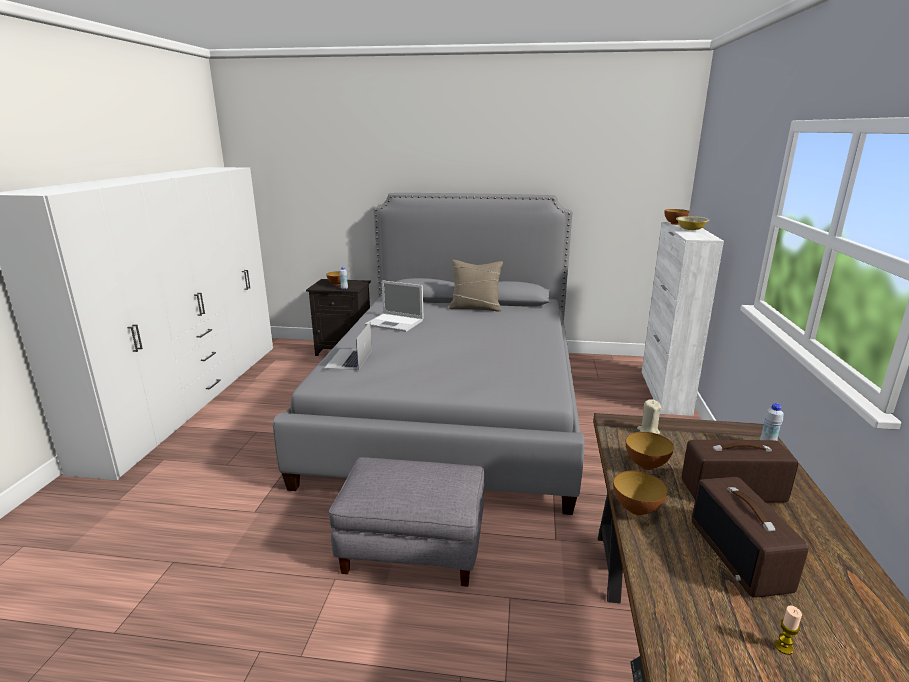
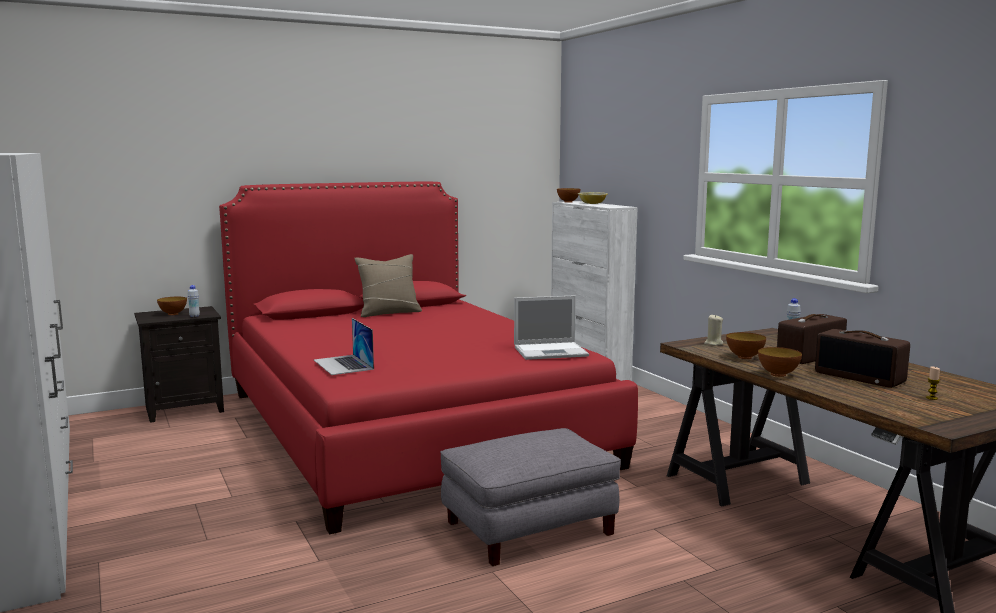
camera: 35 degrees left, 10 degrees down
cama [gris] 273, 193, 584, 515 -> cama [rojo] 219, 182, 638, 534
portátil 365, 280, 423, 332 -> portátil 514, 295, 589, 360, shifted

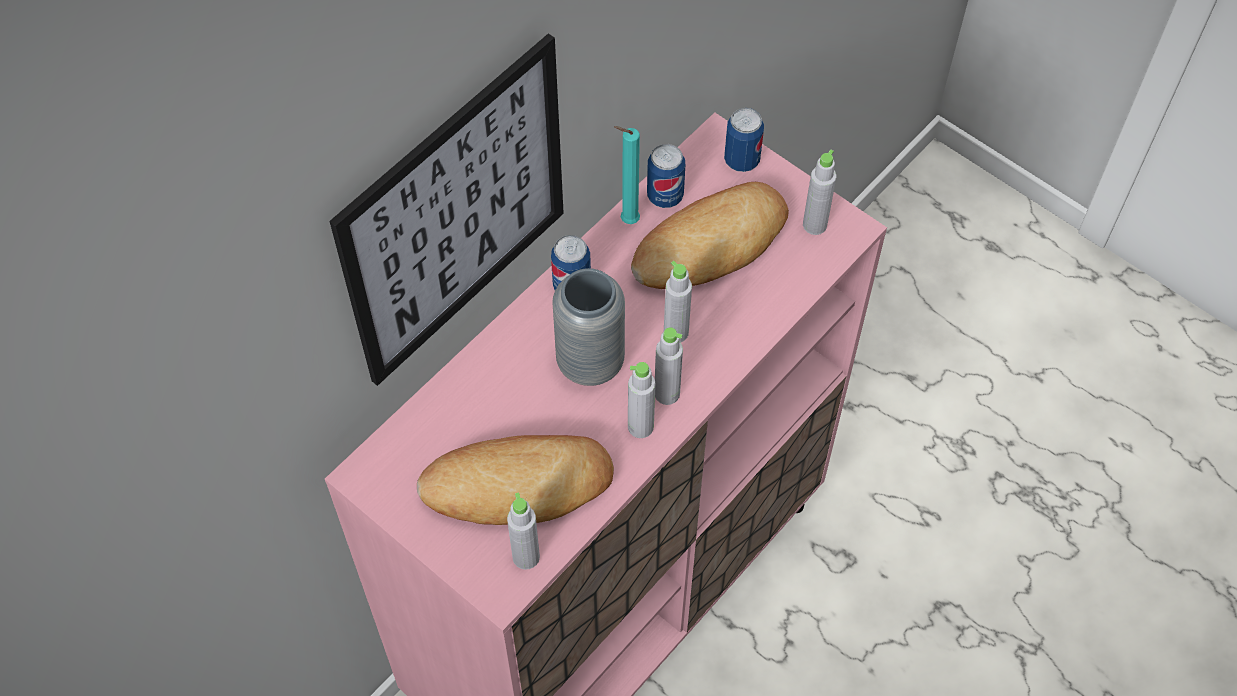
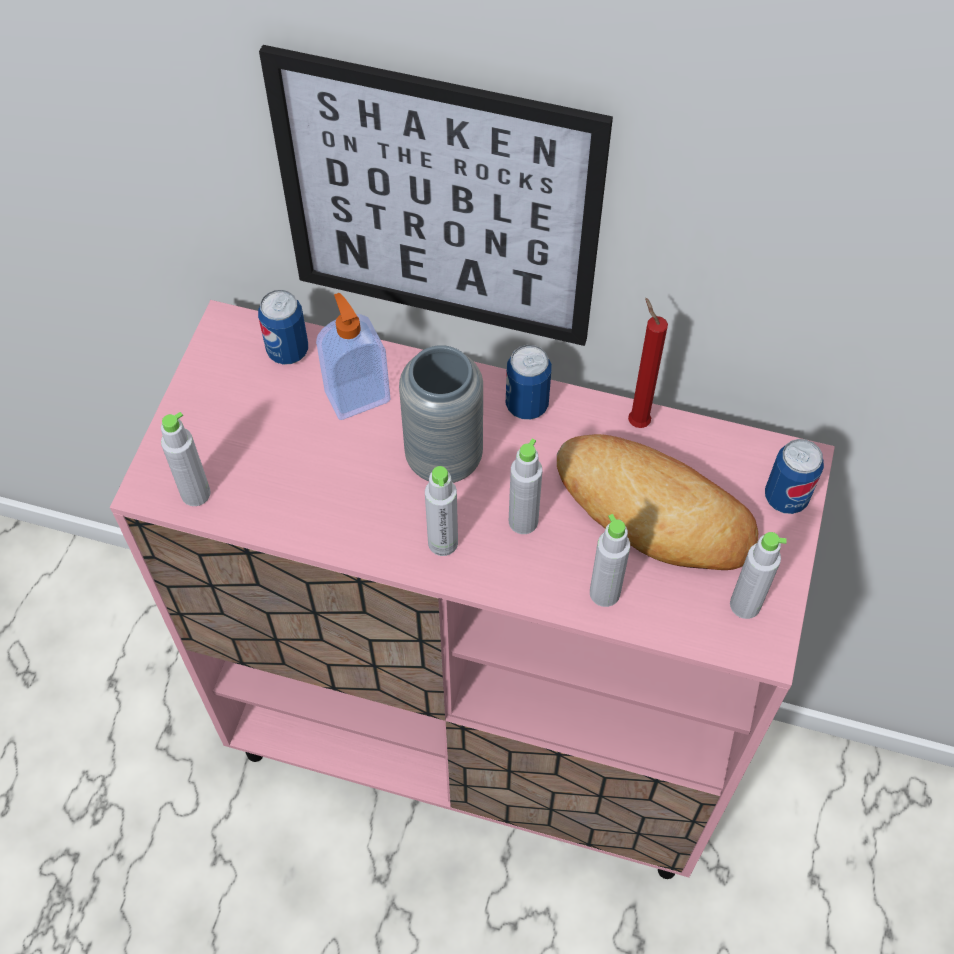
camera: 65 degrees right, 0 degrees up
pan 417, 435, 614, 525 -> none
vela [turquesa] 614, 126, 640, 224 -> vela [rojo] 628, 297, 668, 428
botella [gris] 628, 362, 656, 438 -> botella [gris] 590, 514, 630, 607, shifted
lata 647, 144, 685, 208 -> lata 258, 290, 308, 365, shifted
none -> dispensador de jabón 316, 293, 390, 420

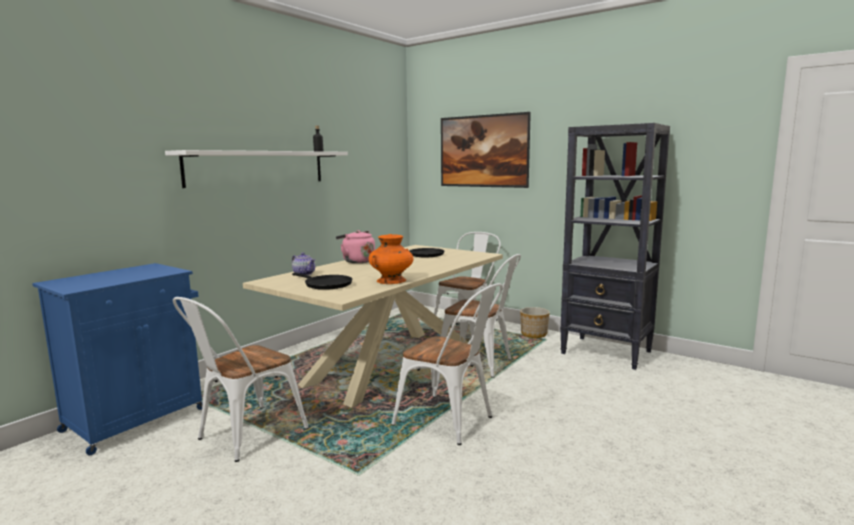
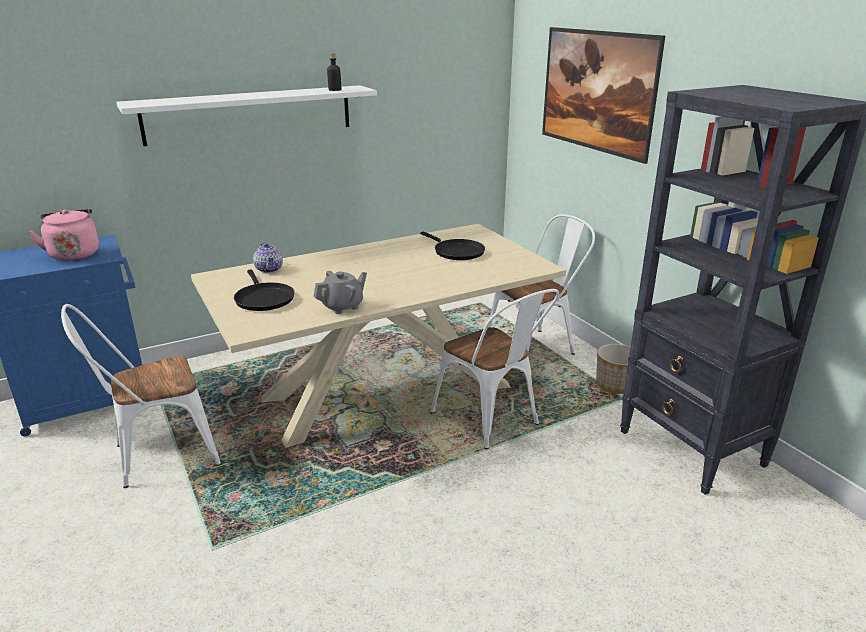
camera: 25 degrees right, 15 degrees up
hervidor [rosa] 336, 230, 375, 263 -> hervidor [rosa] 28, 209, 99, 261, shifted
florero [naranja] 369, 234, 414, 284 -> tetera [gris] 313, 271, 367, 314
silla [blanco] 391, 283, 503, 445 -> none

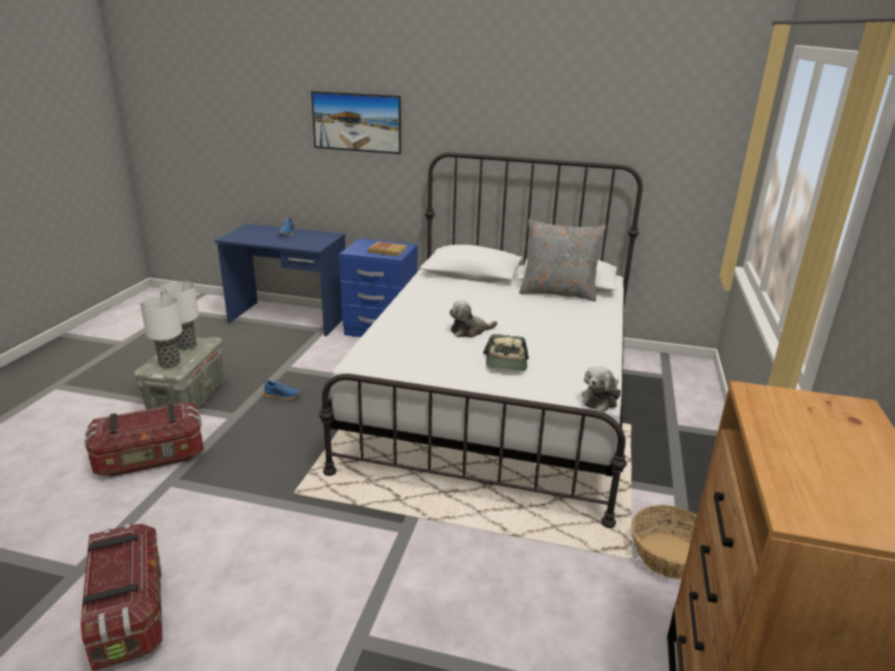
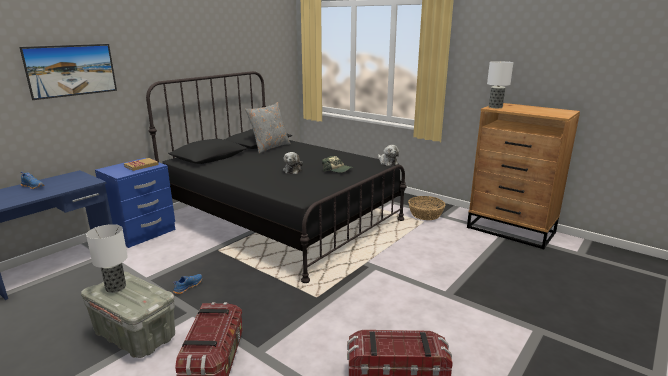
camera: 65 degrees left, 5 degrees down
lámpara de mesa 140, 296, 182, 368 -> lámpara de mesa 487, 61, 514, 108, shifted
cama [blanco] 319, 152, 643, 528 -> cama [negro] 146, 71, 407, 283

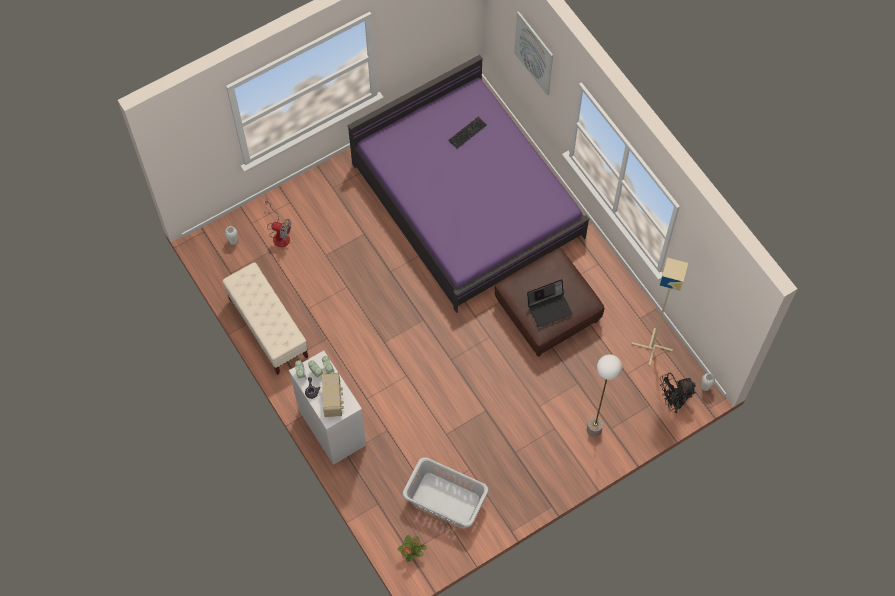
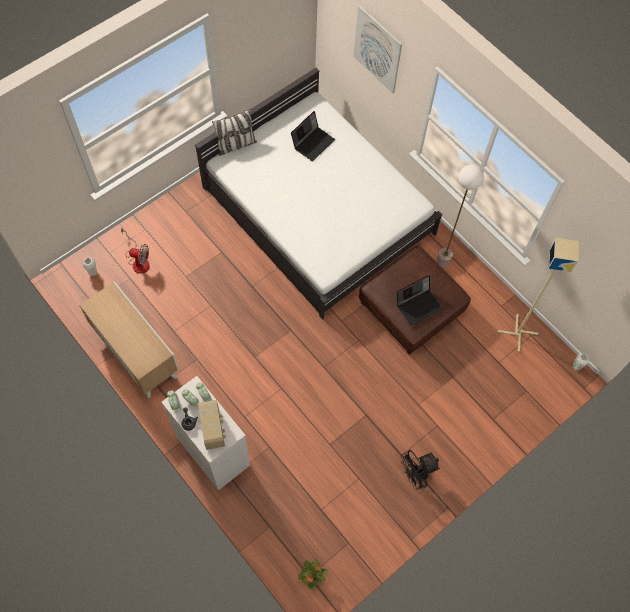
camera: 10 degrees left, 0 degrees up
banco [beis] 222, 263, 308, 375 -> armario 79, 282, 179, 398
cama [morado] 347, 55, 589, 313 -> cama [blanco] 195, 68, 443, 320
cesto de la ropa [gris] 402, 457, 489, 527 -> none
teclado 448, 117, 487, 149 -> portátil 291, 111, 335, 161
lámpara de pie 587, 354, 622, 437 -> lámpara de pie 436, 164, 484, 267, shifted
ventilador [negro] 660, 373, 696, 413 -> ventilador [negro] 401, 450, 440, 490, shifted
none -> cojín 212, 109, 257, 156

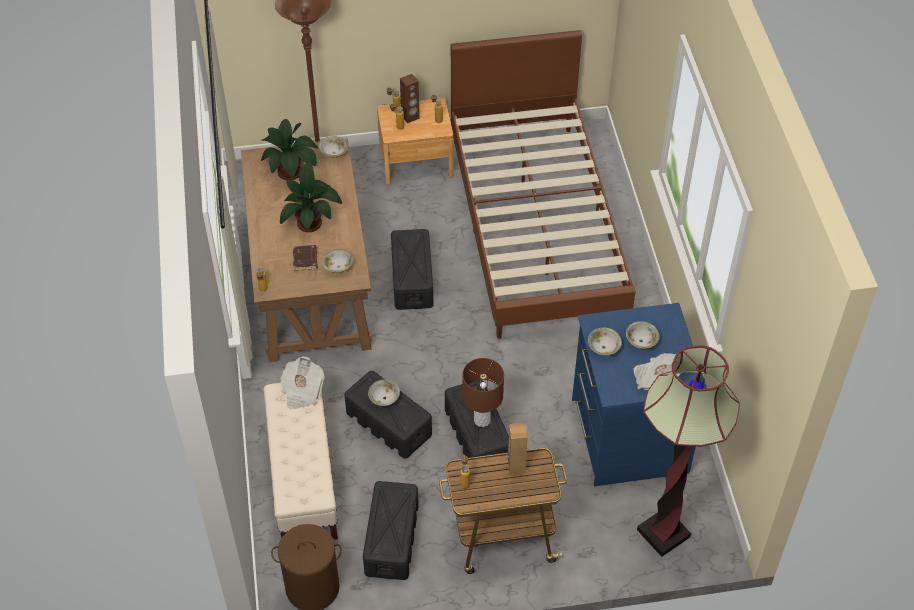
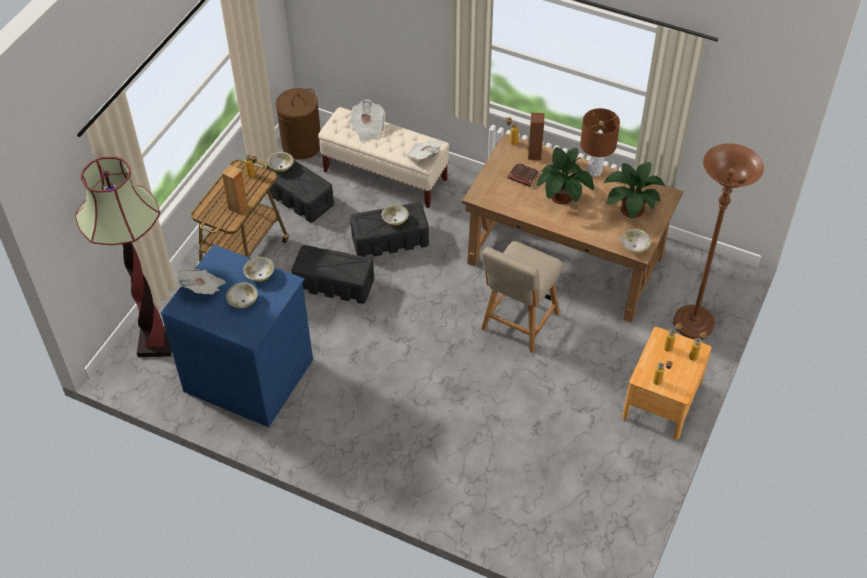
camera: 125 degrees right, 0 degrees up
cuenco 322, 249, 353, 273 -> cuenco 267, 152, 294, 172, shifted
caja de almacenaje [negro] 391, 229, 433, 310 -> silla [beis] 481, 241, 563, 353
altavoz [marrón] 400, 74, 420, 123 -> altavoz [marrón] 528, 113, 545, 160, shifted
cama [marrón] 451, 30, 635, 339 -> none
lámpara de mesa [marrón] 462, 358, 504, 427 -> lámpara de mesa [marrón] 580, 108, 620, 176, shifted
none -> periódico 349, 99, 386, 142

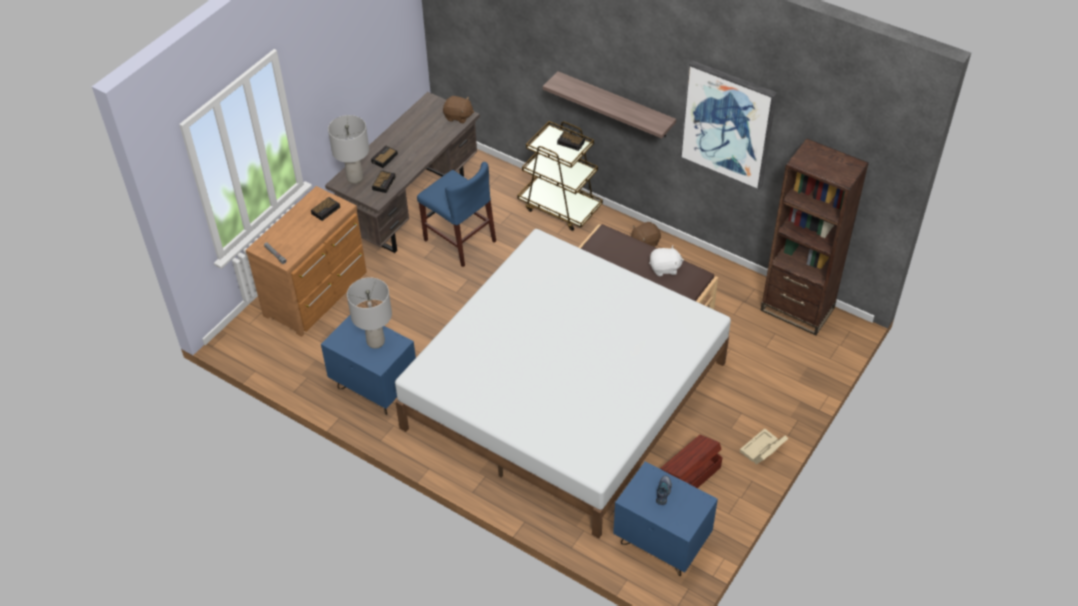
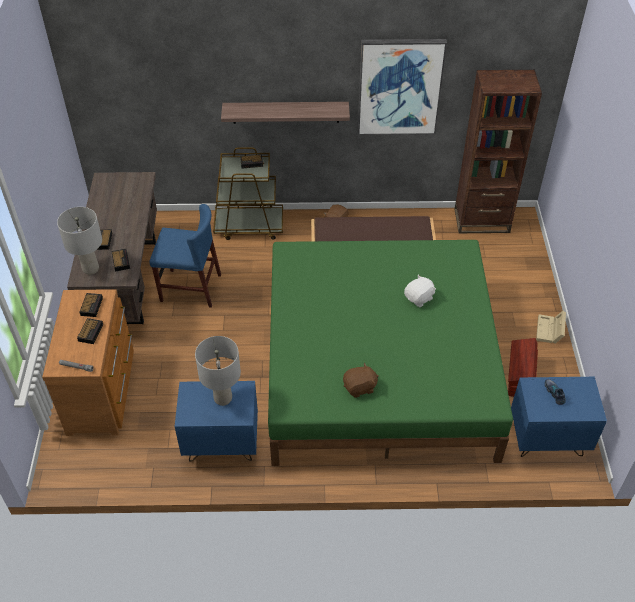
camera: 35 degrees left, 0 degrees up
cama [blanco] 395, 229, 731, 538 -> cama [verde] 268, 240, 513, 466
peluche [marrón] 443, 96, 474, 123 -> peluche [marrón] 343, 362, 379, 398, shifted
peluche [blanco] 649, 246, 684, 276 -> peluche [blanco] 404, 274, 436, 307, shifted
none -> despertador 77, 318, 103, 344

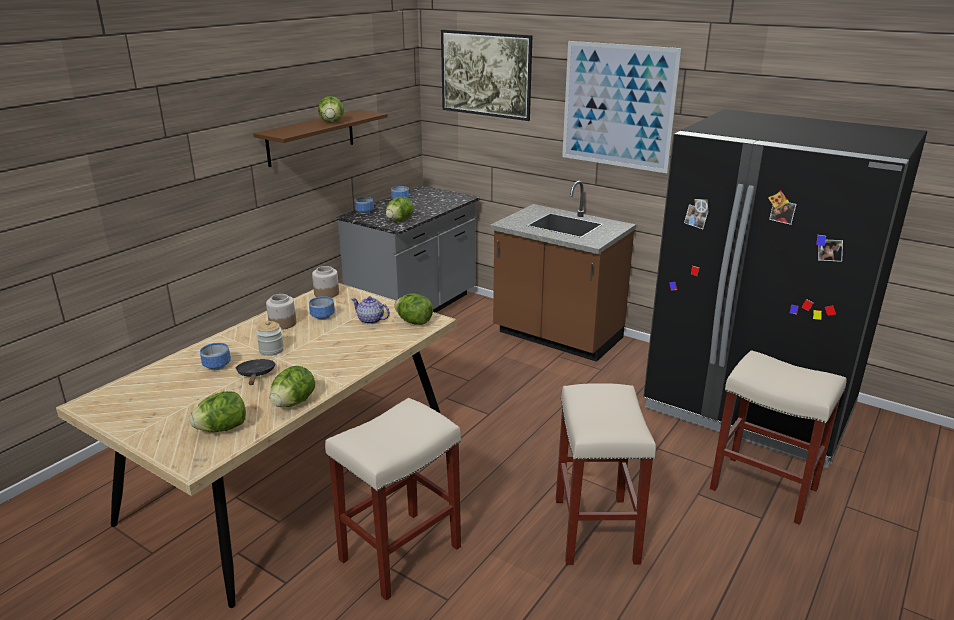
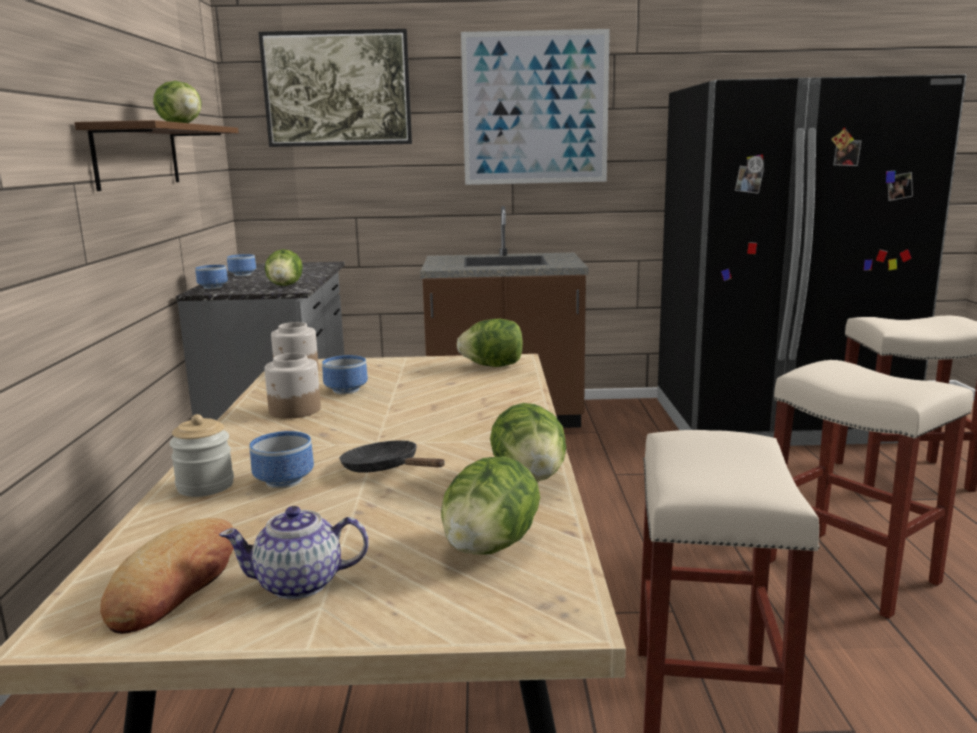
camera: 35 degrees left, 10 degrees down
tarro 256, 320, 284, 356 -> tarro 169, 414, 234, 497, shifted
tetera 351, 296, 390, 324 -> tetera 219, 506, 369, 599, shifted
none -> pan 100, 518, 234, 634

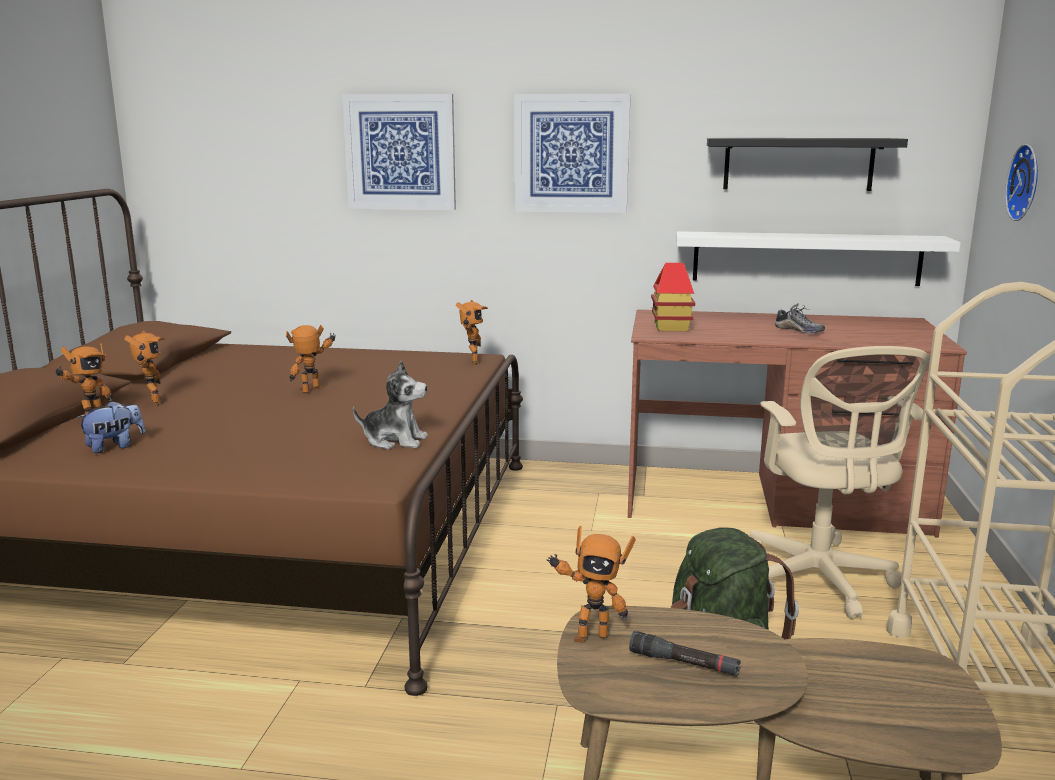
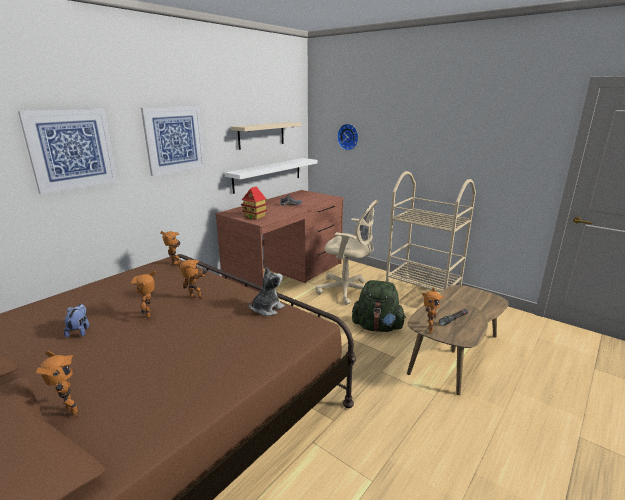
camera: 60 degrees left, 5 degrees up
peluche 76, 401, 145, 453 -> peluche 64, 304, 89, 338, shifted
robot de juguete 124, 331, 165, 407 -> robot de juguete 174, 260, 207, 299, shifted
estante [negro] 707, 138, 908, 191 -> estante [beis] 231, 122, 301, 150

